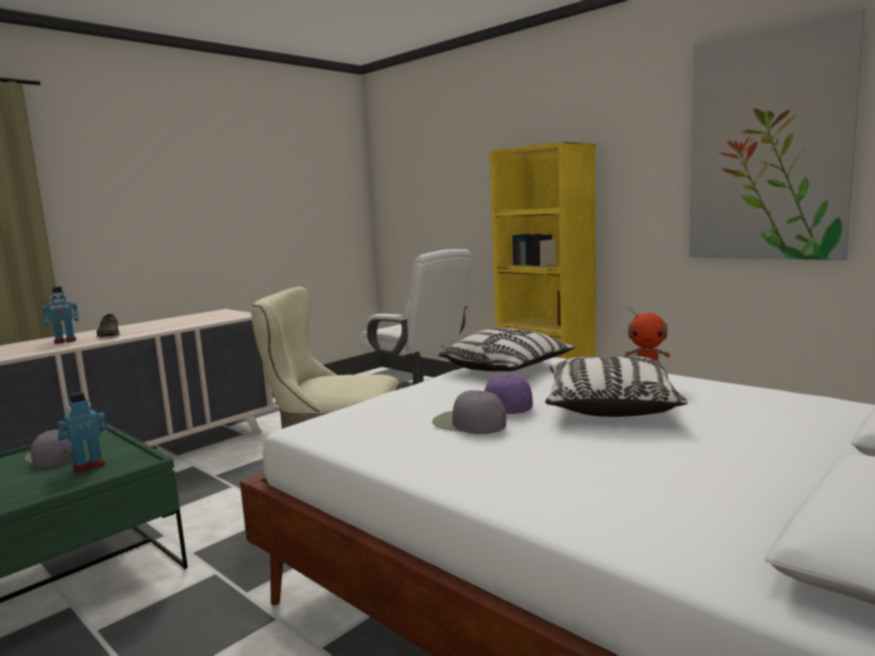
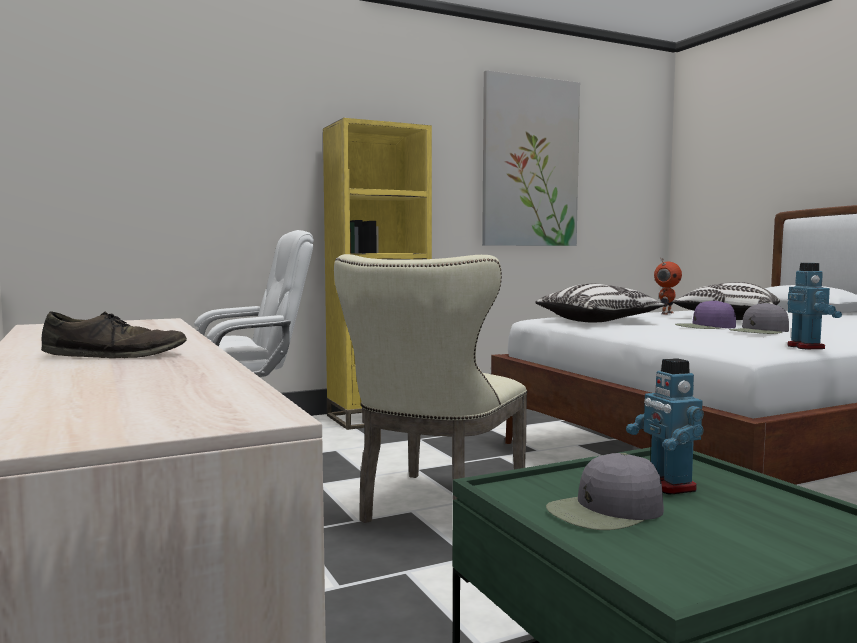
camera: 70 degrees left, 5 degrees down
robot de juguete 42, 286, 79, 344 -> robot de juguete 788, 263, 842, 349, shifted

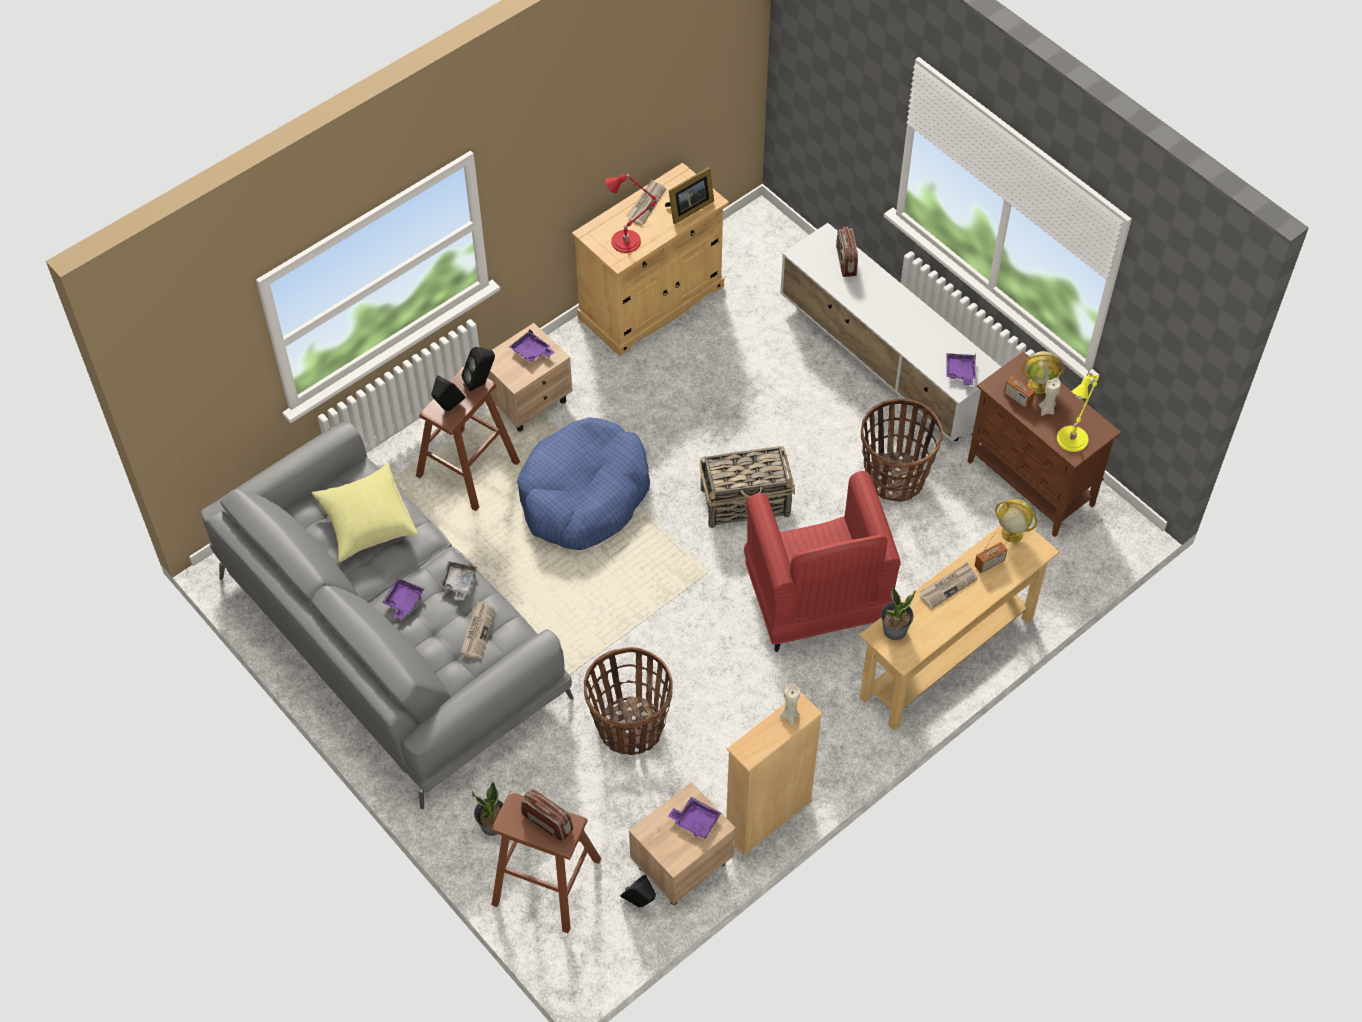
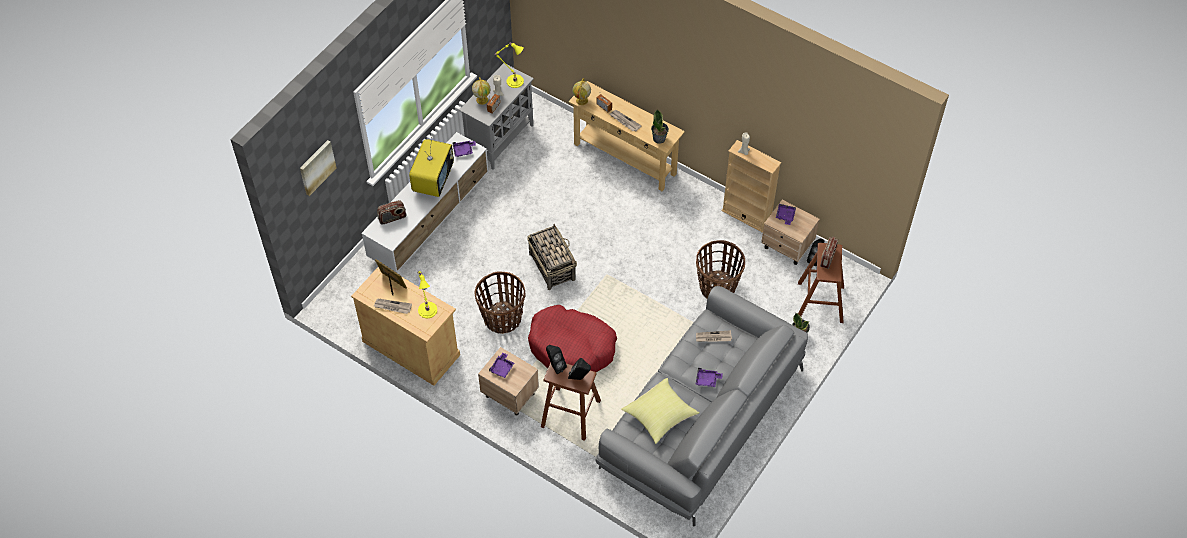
camera: 105 degrees left, 0 degrees up
bandeja [gris] 439, 561, 477, 601 -> none
cama para perro [azul] 517, 417, 650, 550 -> cama para perro [rojo] 528, 305, 617, 372
lámpara de mesa [rojo] 605, 173, 660, 253 -> lámpara de mesa [amarillo] 417, 271, 437, 318
sillón [rojo] 744, 471, 901, 652 -> none
cesta 861, 398, 943, 502 -> cesta 475, 271, 525, 334, shifted
armario [marrón] 968, 352, 1121, 537 -> armario [gris] 459, 63, 534, 170
none -> cuadro 300, 140, 337, 196
none -> televisor 409, 137, 454, 197

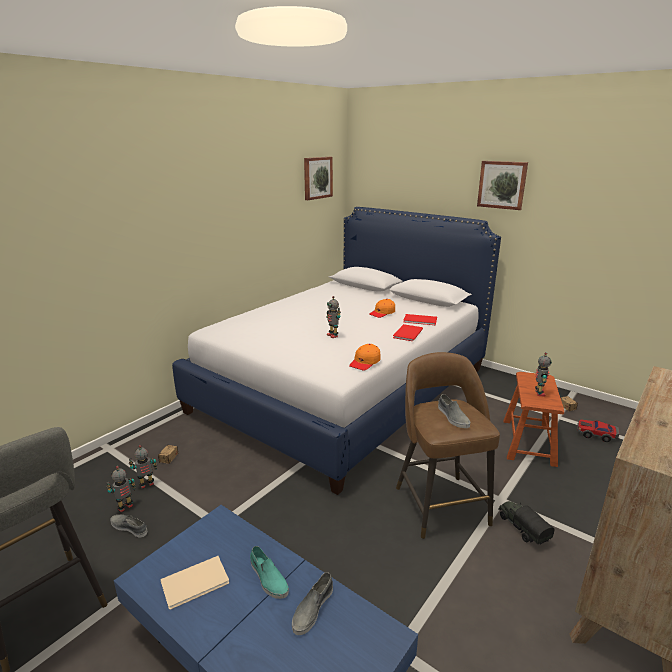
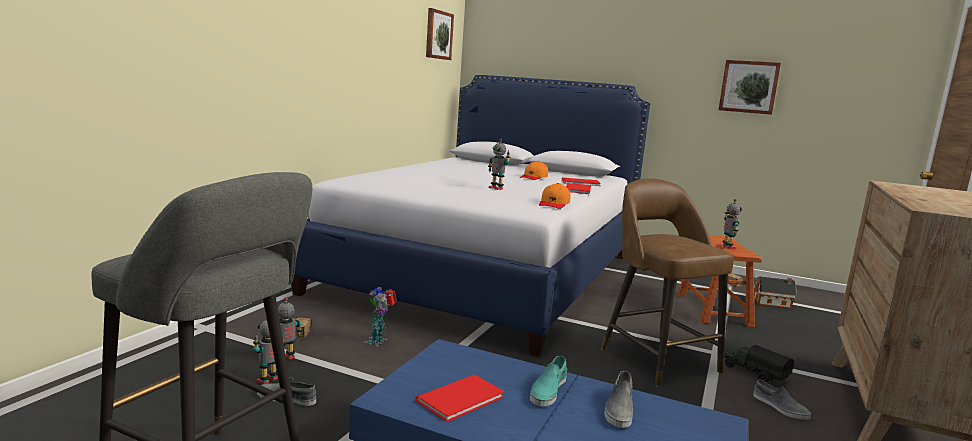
camera: 15 degrees left, 10 degrees down
libro [beis] 160, 556, 229, 610 -> libro [rojo] 415, 375, 504, 422
zapato [turquesa] 250, 546, 289, 599 -> zapato [turquesa] 530, 356, 567, 406, 75 degrees clockwise
zapato [gris] 438, 394, 470, 428 -> zapato [gris] 753, 379, 811, 419, shifted
cuadro 477, 161, 528, 210 -> cuadro 719, 60, 781, 115, shifted
coche de juguete 577, 419, 620, 442 -> casita 754, 276, 797, 309
none -> robot de juguete 364, 287, 397, 346

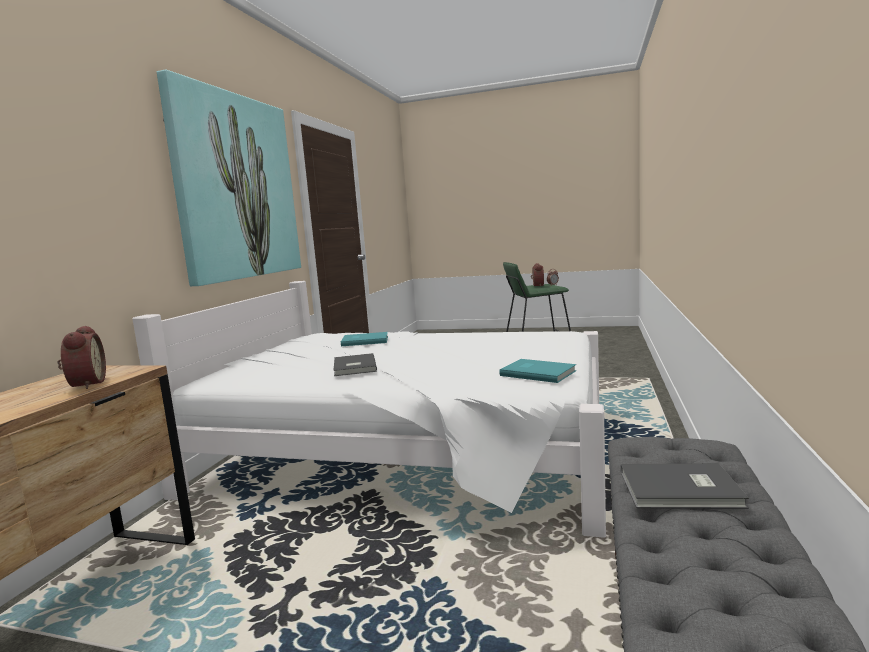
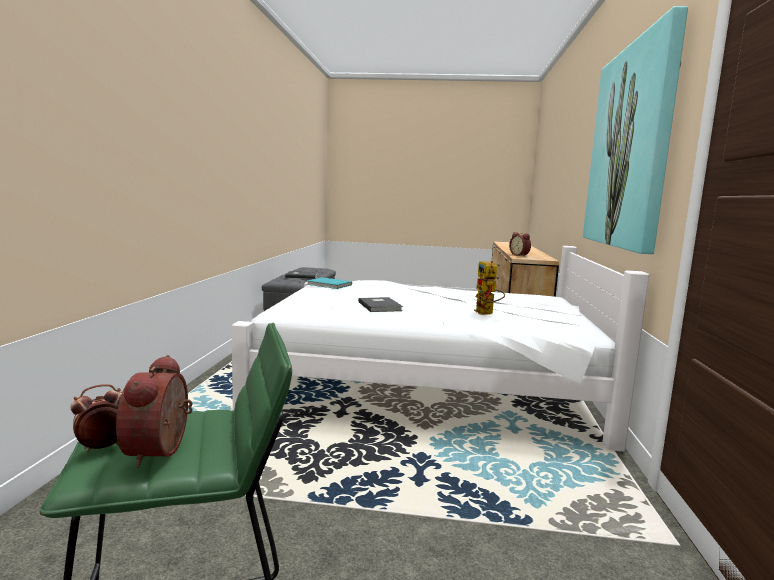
camera: 170 degrees right, 0 degrees up
libro [gris] 333, 353, 377, 376 -> libro [gris] 358, 297, 403, 312, shifted
libro [turquesa] 341, 332, 388, 346 -> robot de juguete 474, 261, 505, 315

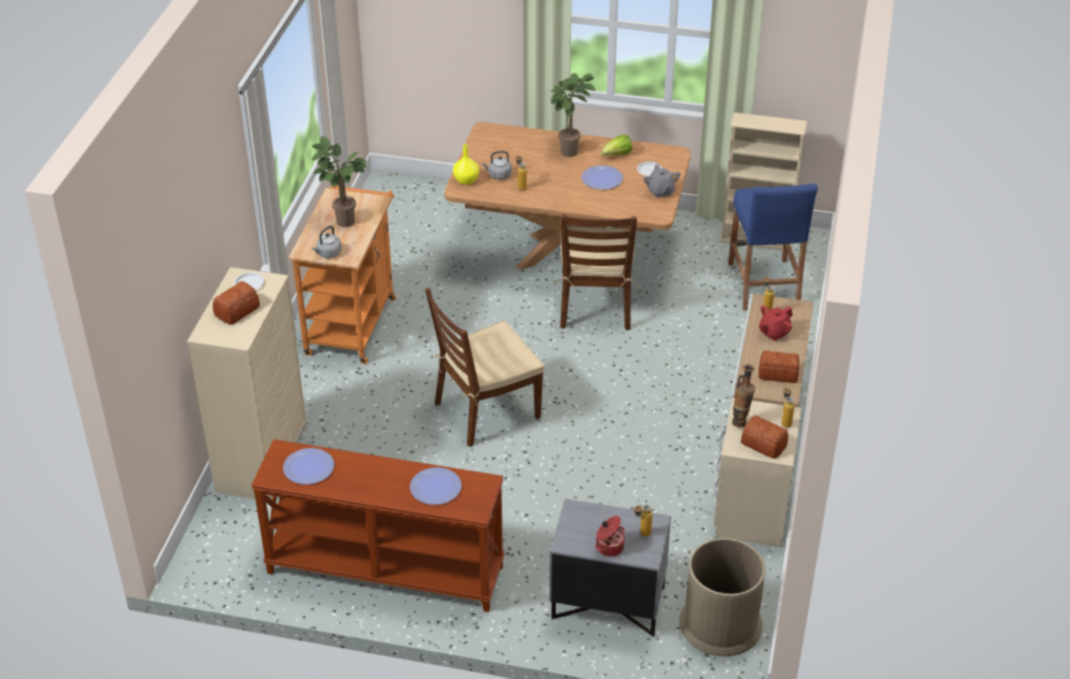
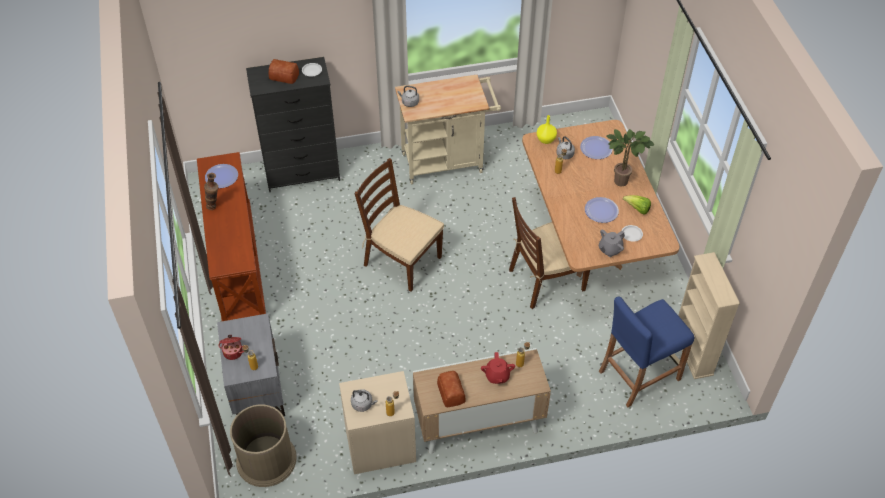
camera: 65 degrees right, 10 degrees up
cómoda [beis] 187, 267, 307, 499 -> cómoda [negro] 246, 57, 340, 192
carrito [naranja] 288, 185, 396, 364 -> carrito [beis] 395, 75, 501, 185
planta en maceta 312, 136, 367, 227 -> none
plato 410, 467, 462, 505 -> plato 580, 136, 613, 159, shifted
florero 732, 364, 755, 427 -> florero 204, 173, 218, 210, shifted
pan 741, 415, 788, 458 -> hervidor [gris] 351, 389, 377, 412
tetera [rojo] 759, 306, 793, 341 -> tetera [rojo] 481, 352, 515, 384, 120 degrees counterclockwise

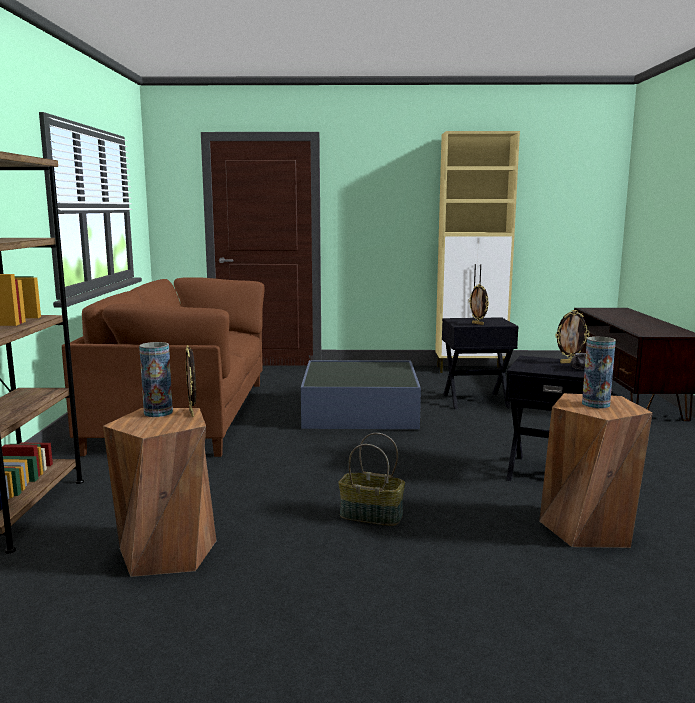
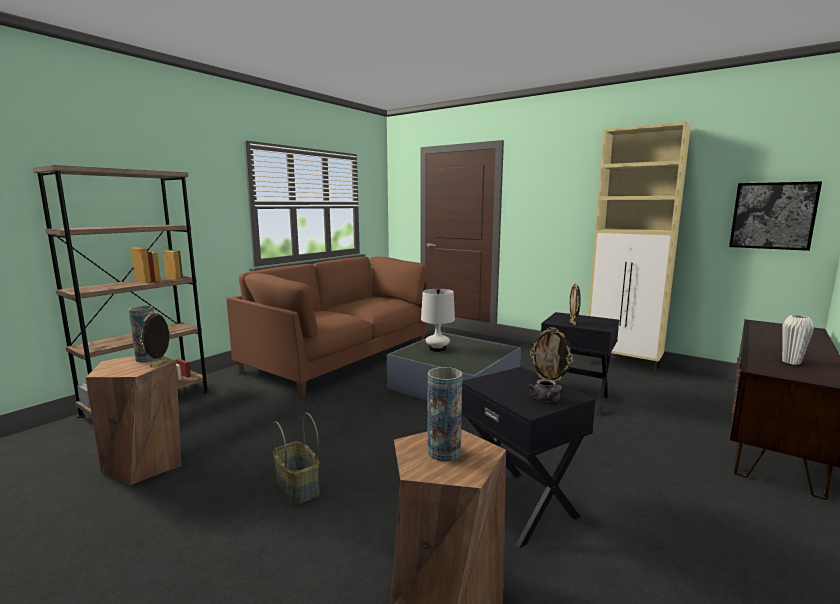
camera: 35 degrees right, 0 degrees up
none -> lámpara de mesa [blanco] 421, 289, 455, 352
none -> cuadro 729, 181, 822, 251
none -> florero [blanco] 782, 315, 814, 365

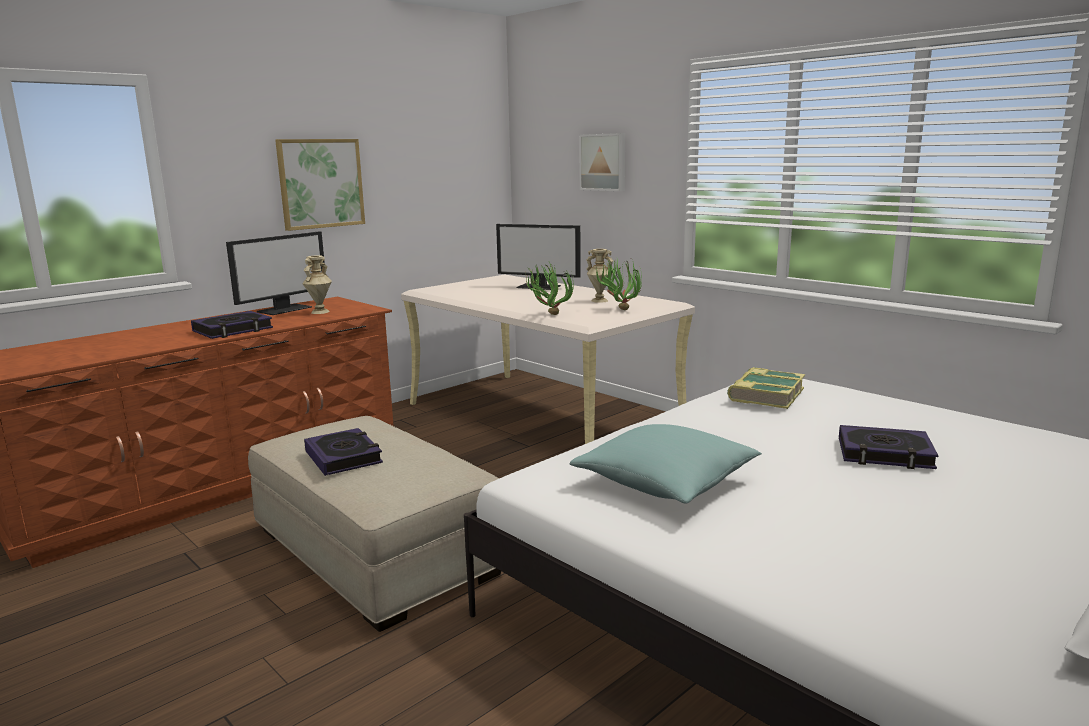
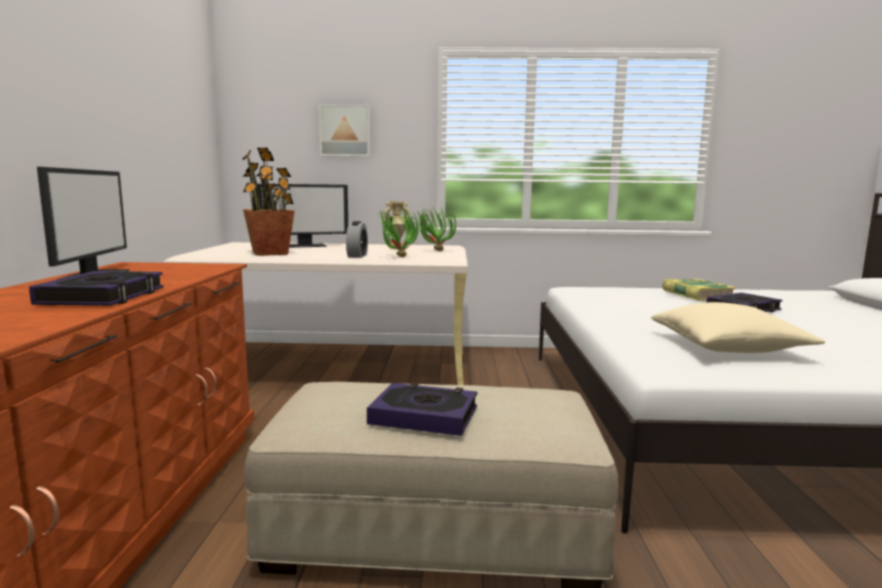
camera: 45 degrees left, 5 degrees down
cuadro 275, 139, 365, 231 -> none
florero [beis] 302, 255, 332, 314 -> none
cojín [turquesa] 570, 424, 762, 504 -> cojín [beis] 651, 302, 825, 353
libro 727, 367, 805, 409 -> libro 662, 279, 736, 301, shifted
none -> planta en maceta 242, 148, 295, 256
none -> despertador 346, 221, 368, 258

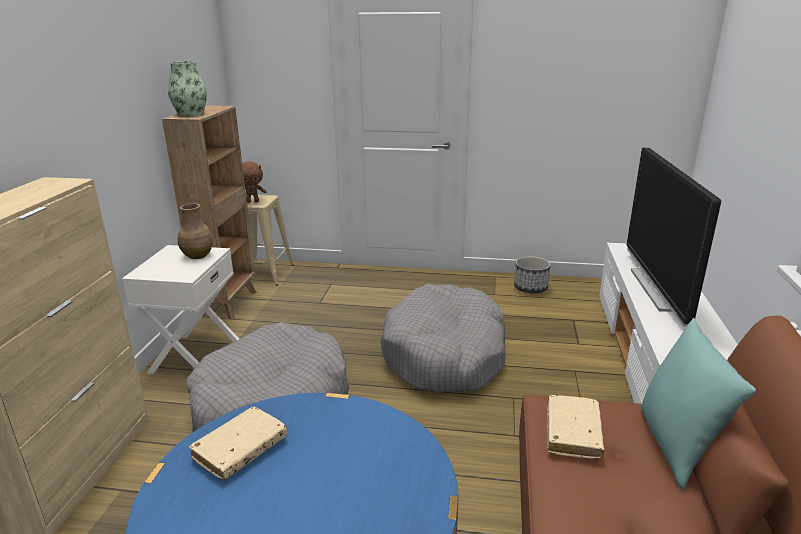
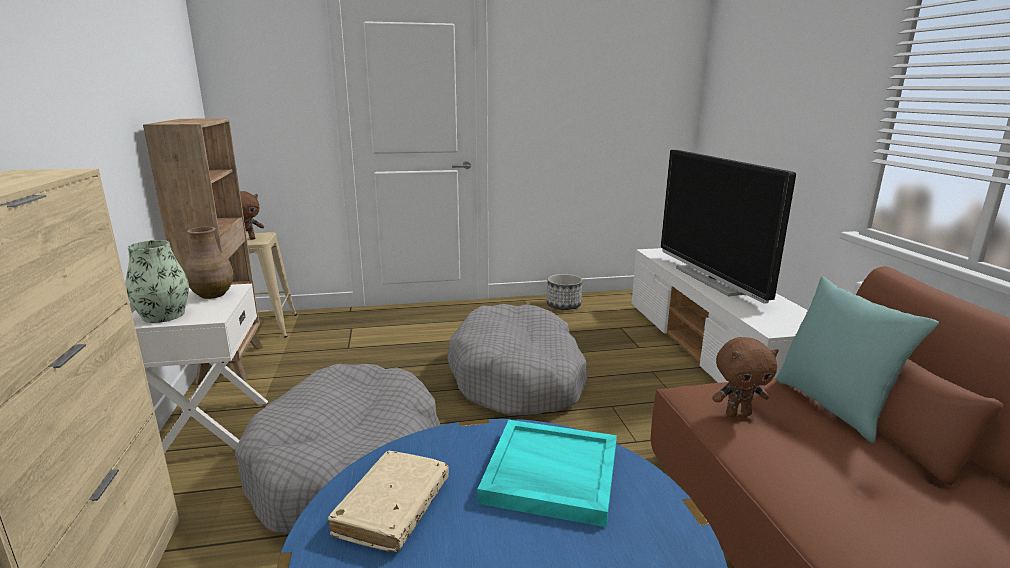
camera: 20 degrees left, 5 degrees down
florero 168, 61, 207, 117 -> florero 125, 240, 189, 323, shifted
libro [beis] 547, 395, 605, 459 -> peluche [marrón] 712, 337, 779, 417
none -> bandeja [turquesa] 478, 420, 617, 527

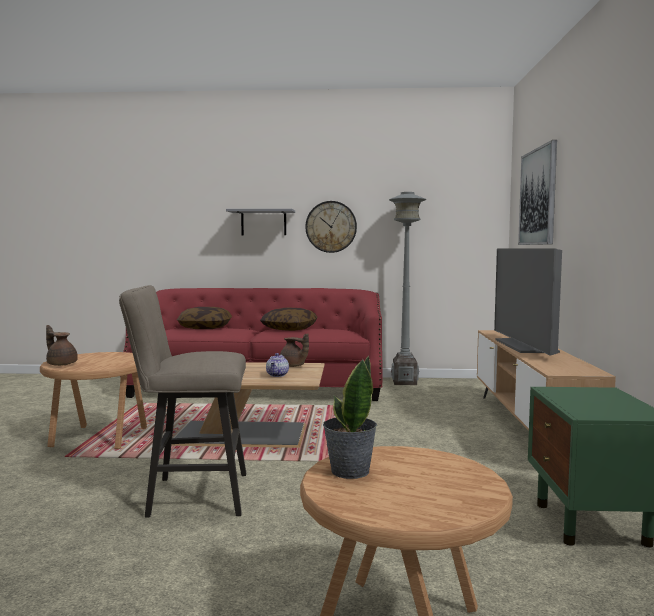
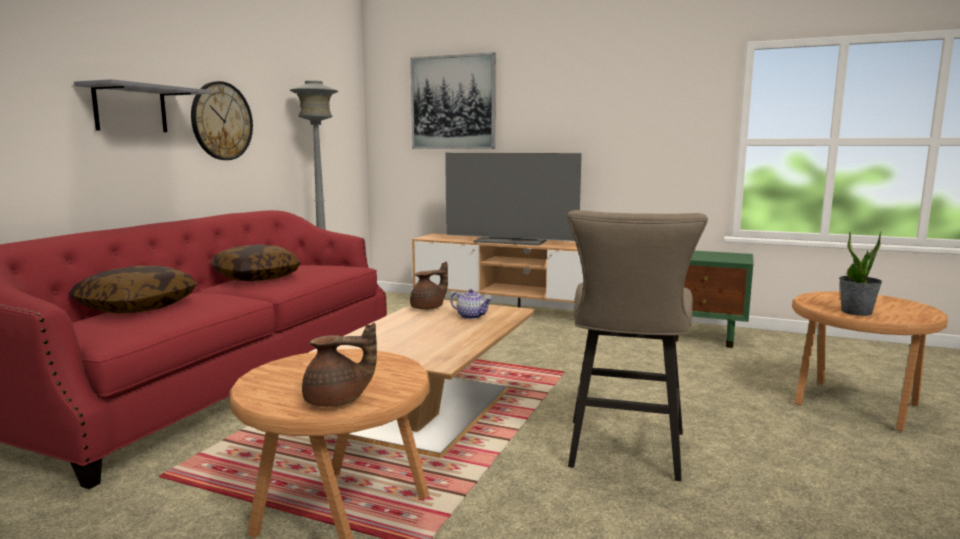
camera: 70 degrees left, 5 degrees up
tetera [marrón] 46, 325, 78, 366 -> tetera [marrón] 302, 323, 377, 407, 150 degrees counterclockwise

